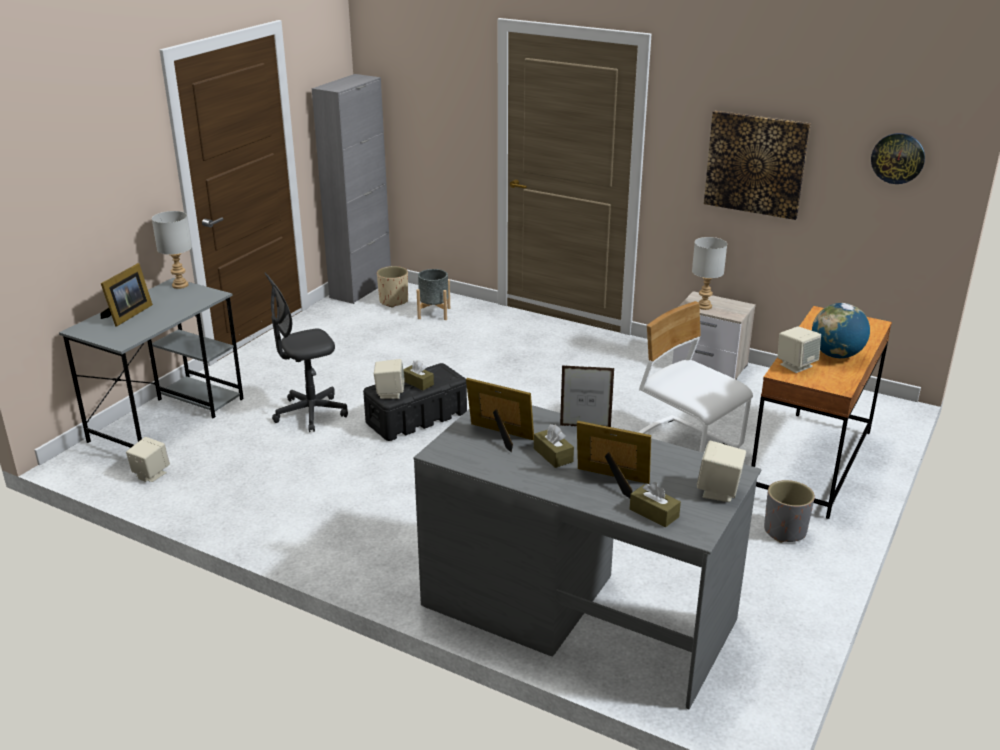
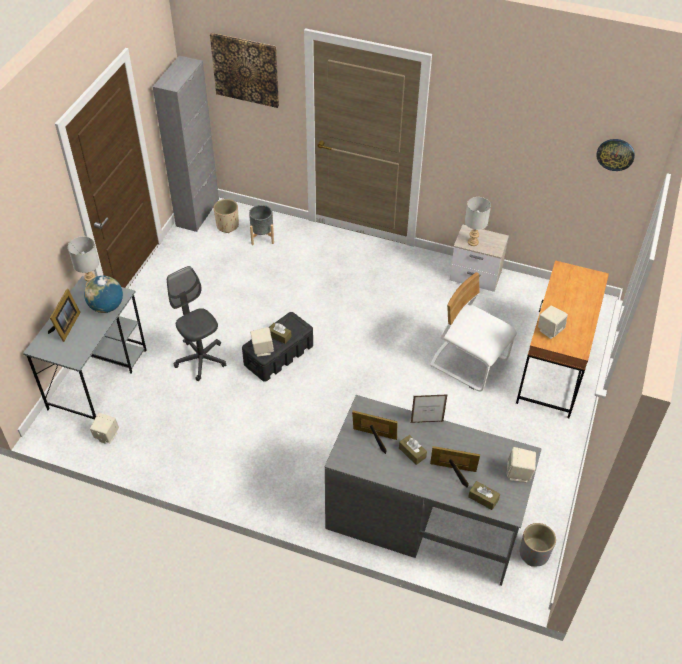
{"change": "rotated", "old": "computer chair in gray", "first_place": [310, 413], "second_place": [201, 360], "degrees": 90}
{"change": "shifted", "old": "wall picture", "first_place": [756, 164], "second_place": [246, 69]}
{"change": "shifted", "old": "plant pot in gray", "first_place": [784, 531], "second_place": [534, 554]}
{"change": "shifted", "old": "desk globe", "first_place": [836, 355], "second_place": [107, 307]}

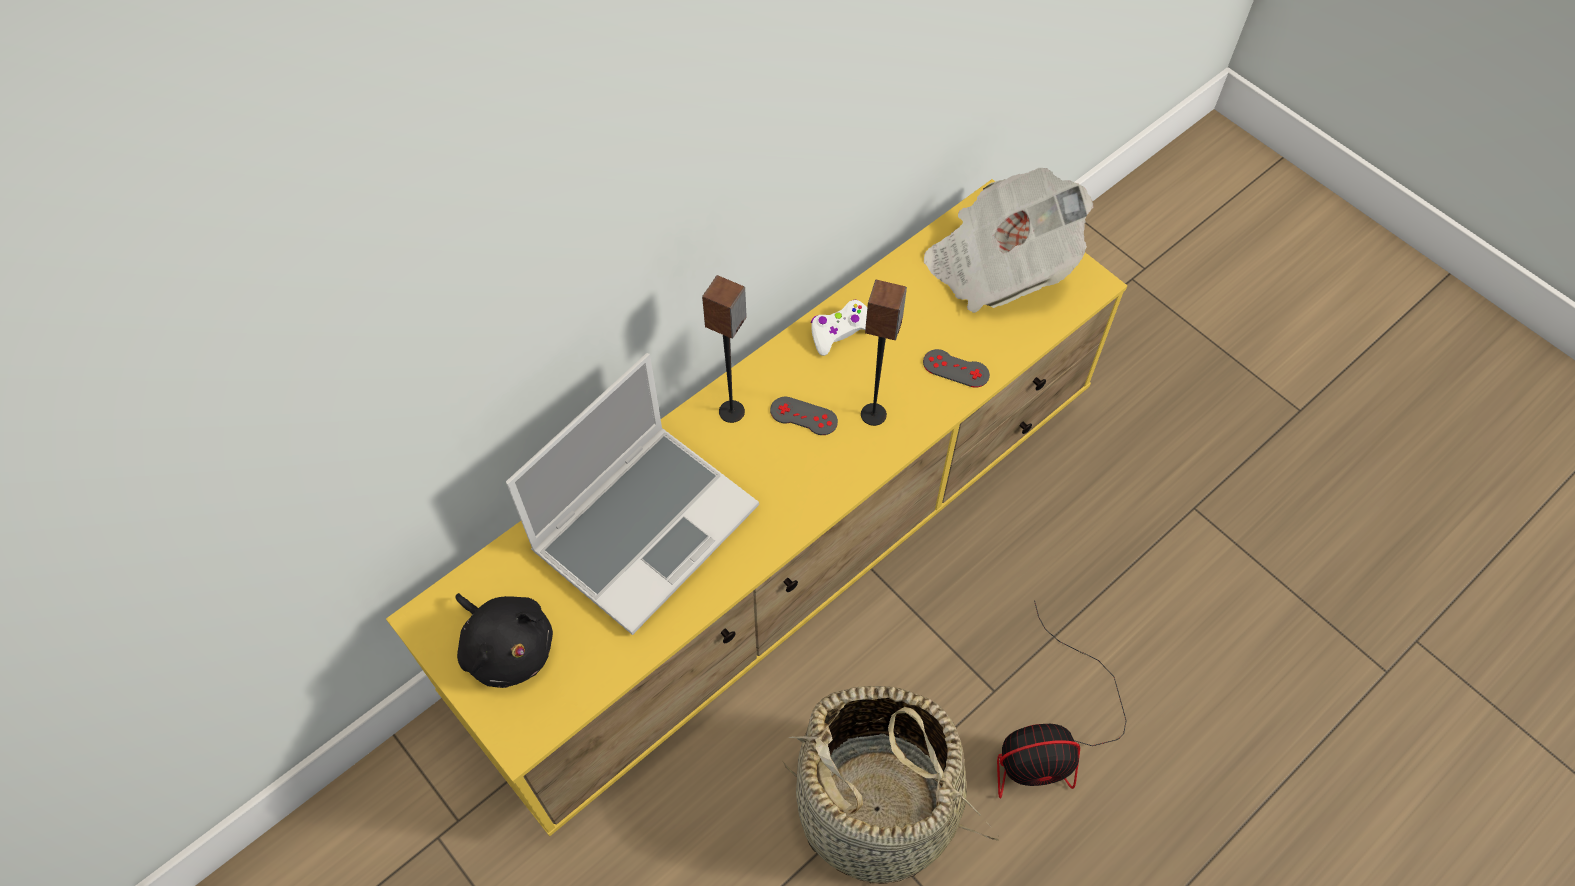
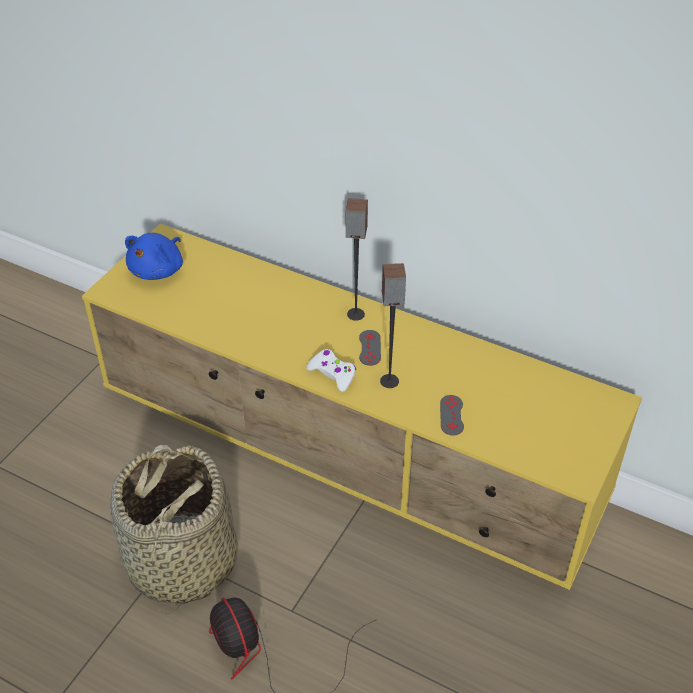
{"change": "repainted", "old": "cuddly toy in black-coloured", "new": "cuddly toy in bluish", "first_place": [507, 647], "second_place": [158, 270]}
{"change": "gone", "old": "notebook computer", "first_place": [645, 525]}
{"change": "shifted", "old": "joypad in white-coloured", "first_place": [841, 332], "second_place": [333, 374]}
{"change": "gone", "old": "newspaper", "first_place": [999, 265]}

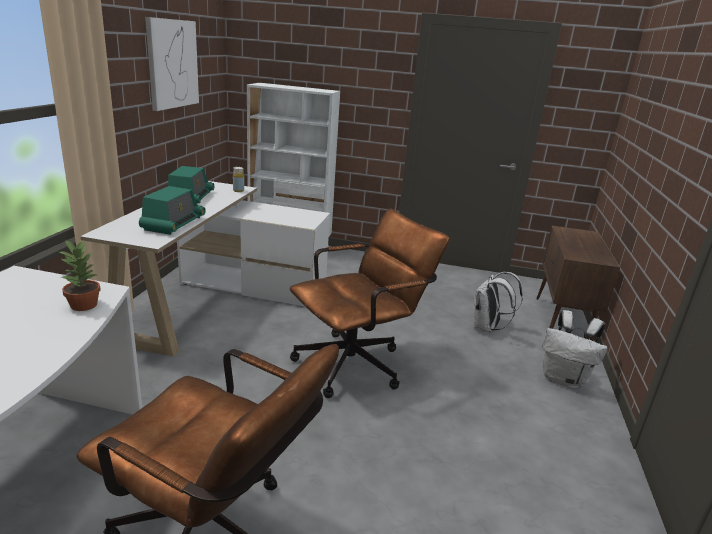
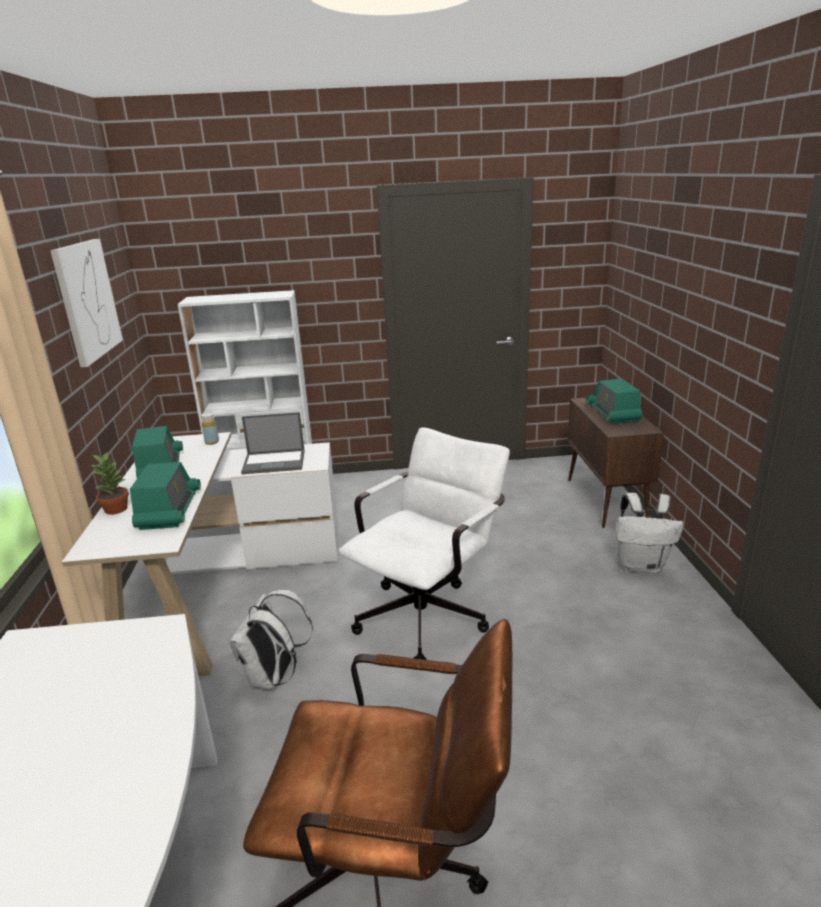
{"change": "shifted", "old": "plant in a pot", "first_place": [84, 305], "second_place": [116, 509]}
{"change": "repainted", "old": "computer chair in brown", "new": "computer chair in white-coloured", "first_place": [358, 363], "second_place": [429, 613]}
{"change": "shifted", "old": "rucksack in white-coloured", "first_place": [487, 328], "second_place": [274, 677]}
{"change": "new", "new": "notebook computer", "second_place": [275, 462]}
{"change": "new", "new": "radio receiver", "second_place": [613, 413]}

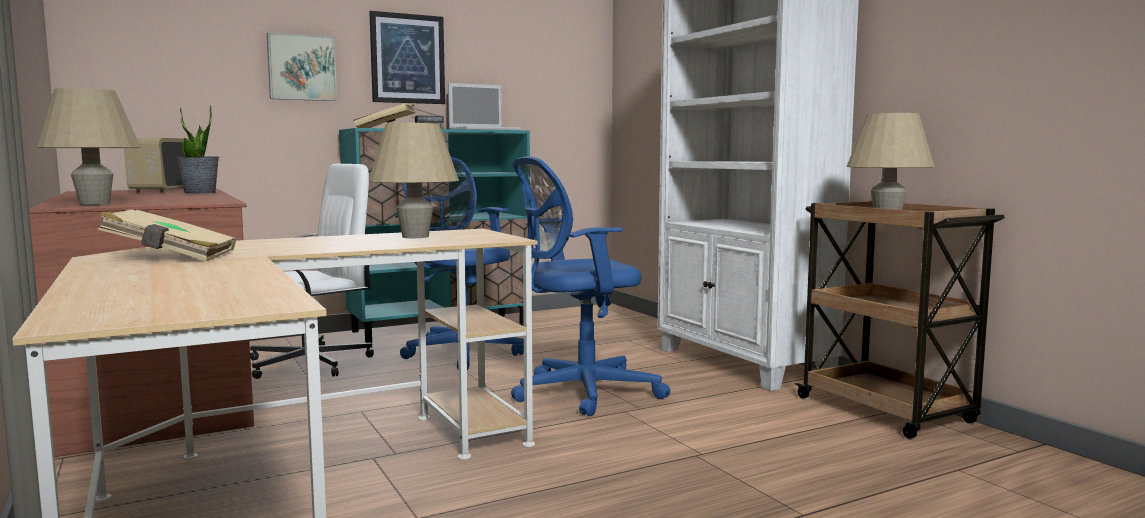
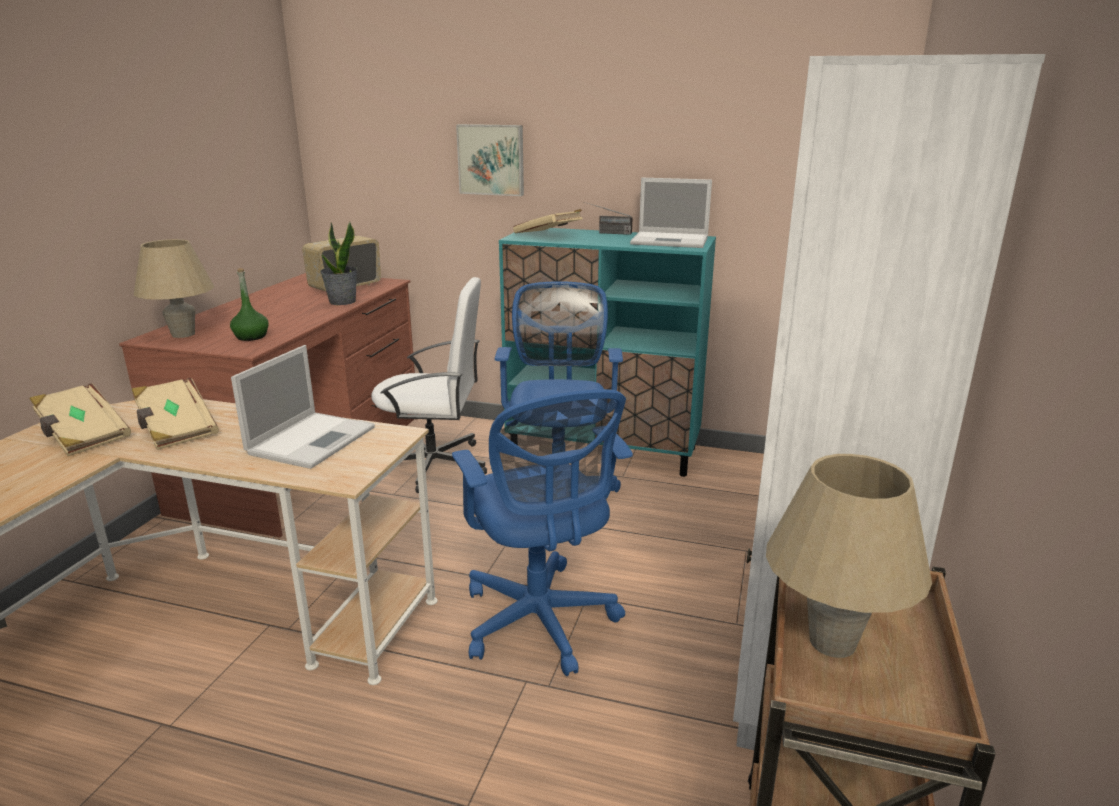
{"change": "gone", "old": "wall picture", "first_place": [407, 59]}
{"change": "swapped", "old": "tabletop lamp in sand-coloured", "new": "notebook computer", "first_place": [415, 237], "second_place": [313, 439]}
{"change": "rotated", "old": "computer chair in bluish", "first_place": [579, 393], "second_place": [541, 624], "degrees": -135}
{"change": "new", "new": "book in sand-coloured", "second_place": [176, 429]}
{"change": "new", "new": "beverage bottle in green", "second_place": [251, 337]}

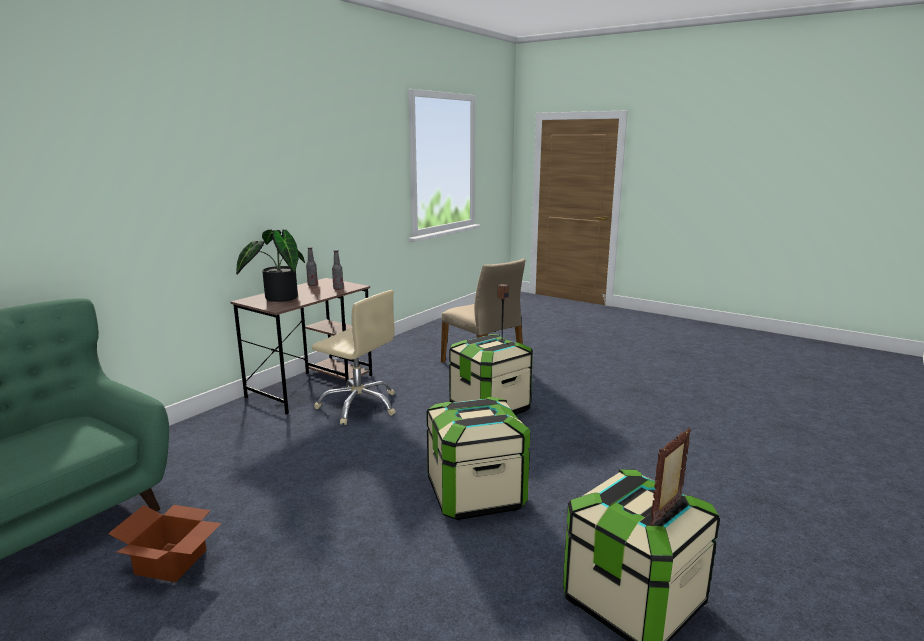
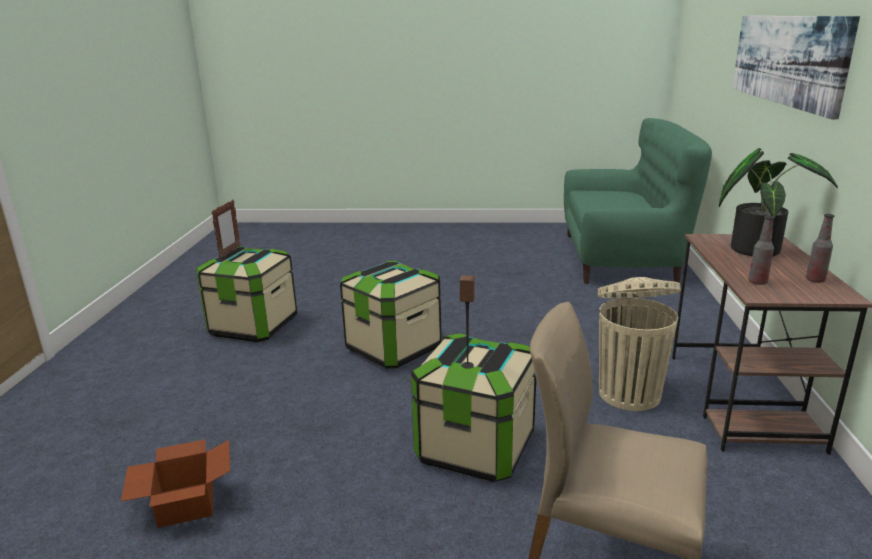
{"change": "shifted", "old": "carton", "first_place": [172, 563], "second_place": [184, 504]}
{"change": "swapped", "old": "computer chair in sand-coloured", "new": "rubbish bin in sand-coloured", "first_place": [359, 405], "second_place": [628, 393]}
{"change": "new", "new": "wall picture", "second_place": [786, 59]}

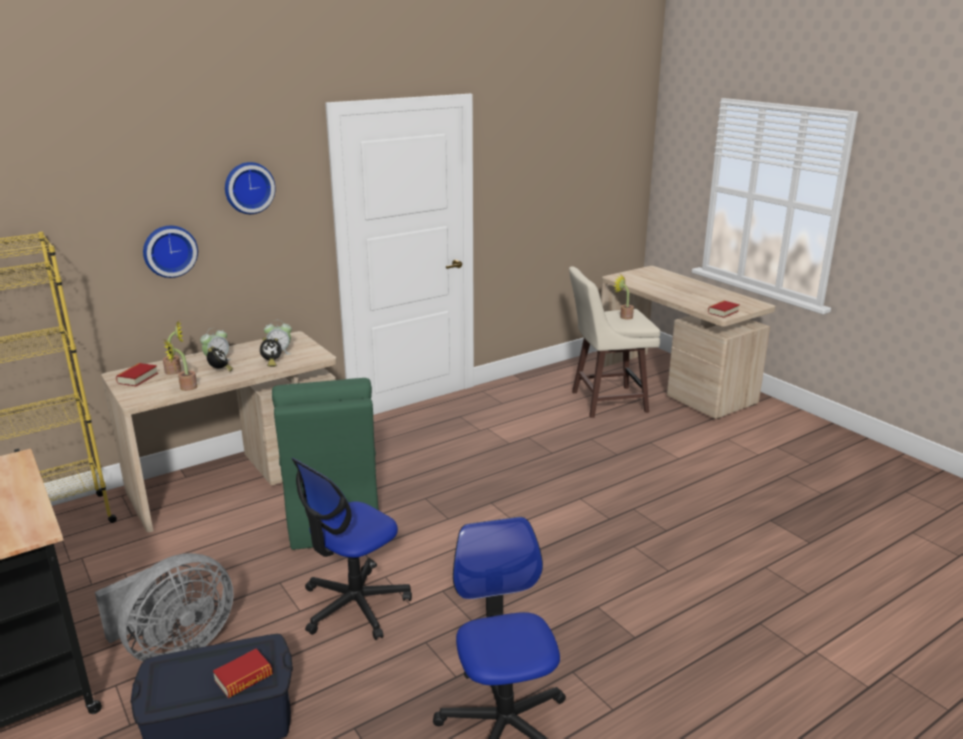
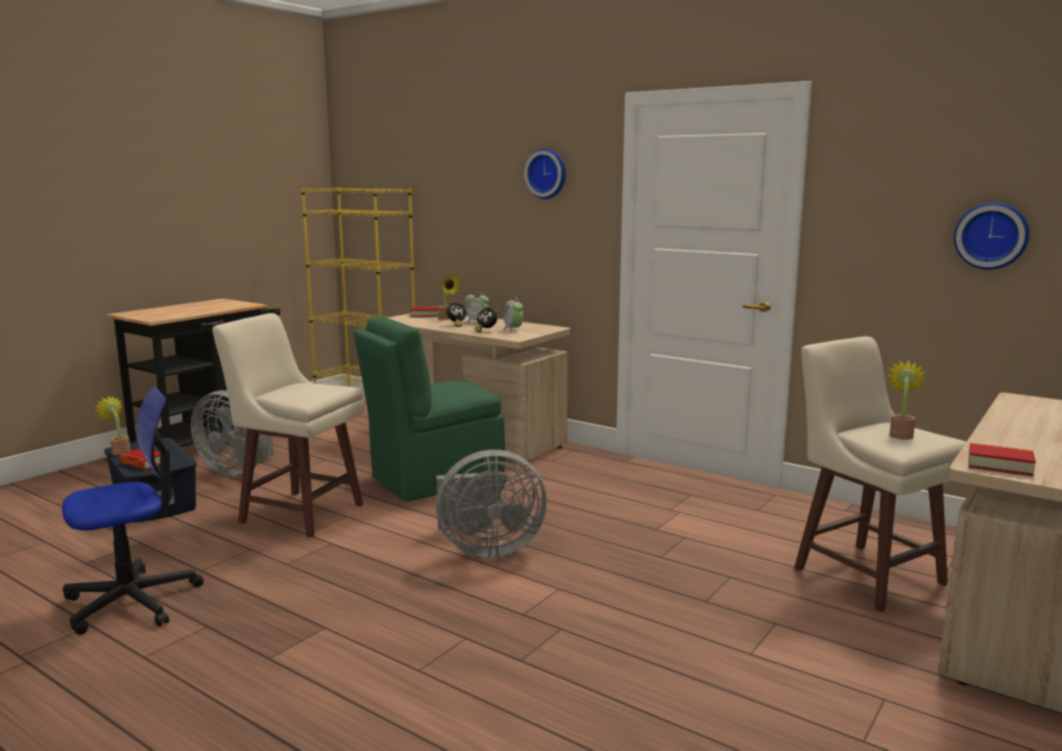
{"change": "shifted", "old": "wall clock", "first_place": [169, 250], "second_place": [991, 235]}
{"change": "shifted", "old": "plant in a pot", "first_place": [185, 388], "second_place": [119, 451]}
{"change": "swapped", "old": "computer chair", "new": "stool in sand-coloured", "first_place": [354, 605], "second_place": [299, 513]}
{"change": "new", "new": "cooling fan in gray", "second_place": [486, 549]}

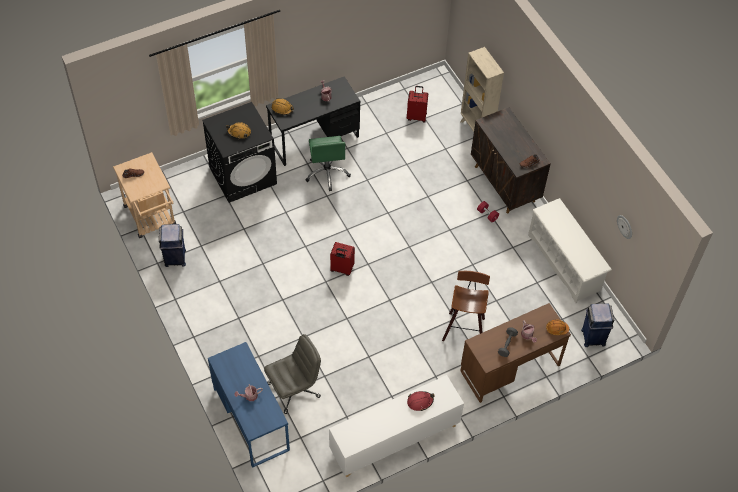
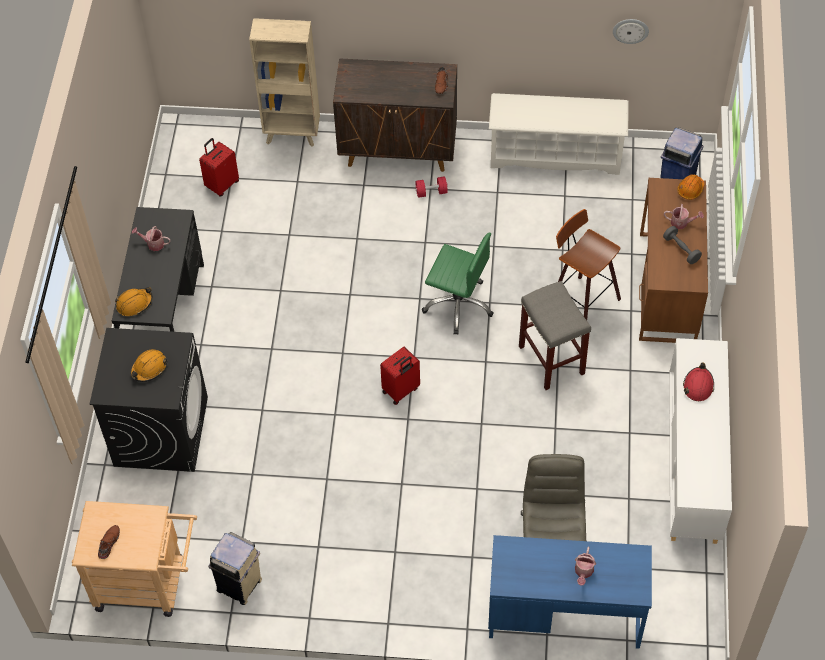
{"change": "repainted", "old": "rubbish bin in bluish", "new": "rubbish bin in sand-coloured", "first_place": [175, 258], "second_place": [240, 585]}
{"change": "shifted", "old": "computer chair in green", "first_place": [327, 173], "second_place": [458, 304]}
{"change": "new", "new": "stool in gray", "second_place": [552, 360]}

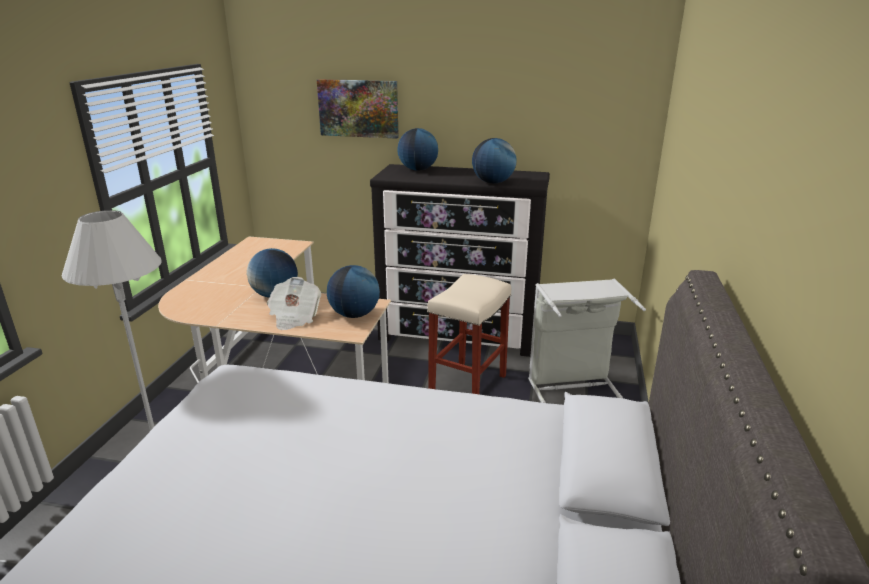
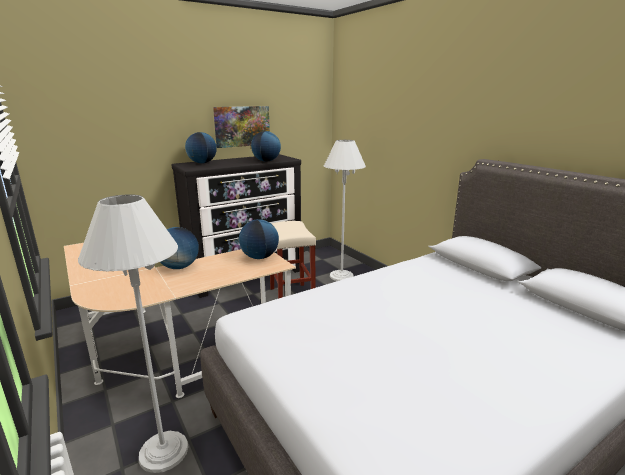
{"change": "gone", "old": "newspaper", "first_place": [294, 317]}
{"change": "shifted", "old": "wall picture", "first_place": [358, 108], "second_place": [242, 126]}
{"change": "swapped", "old": "washing basket in gray", "new": "floor lamp in white-coloured", "first_place": [573, 388], "second_place": [341, 276]}

